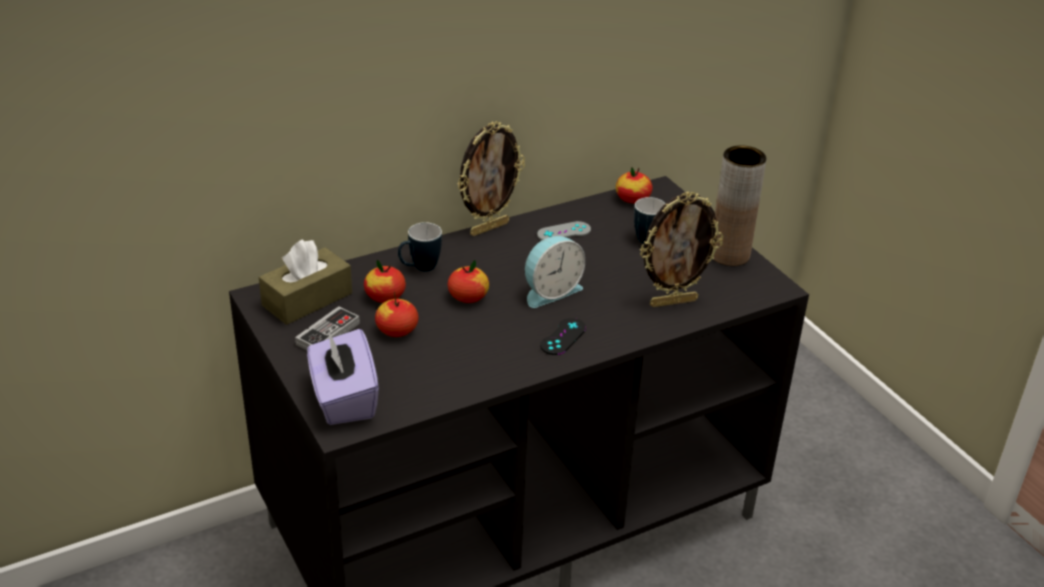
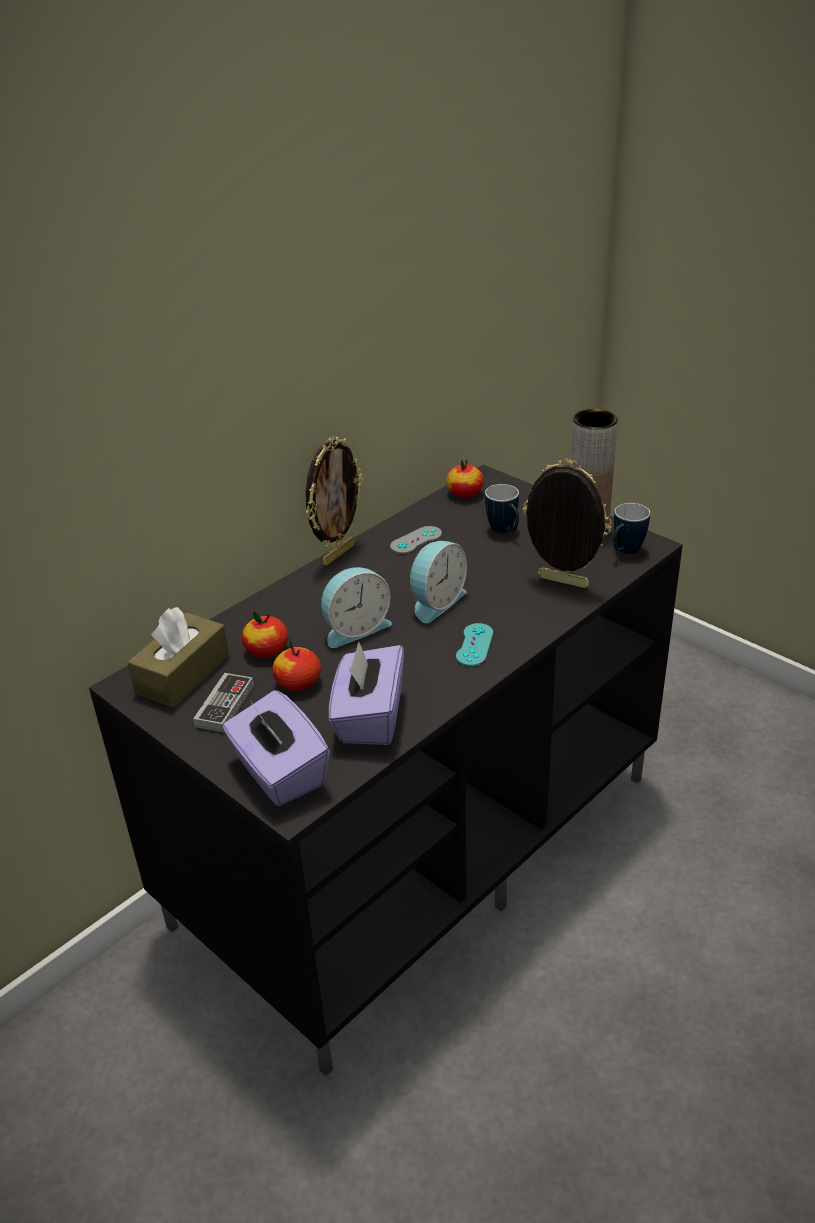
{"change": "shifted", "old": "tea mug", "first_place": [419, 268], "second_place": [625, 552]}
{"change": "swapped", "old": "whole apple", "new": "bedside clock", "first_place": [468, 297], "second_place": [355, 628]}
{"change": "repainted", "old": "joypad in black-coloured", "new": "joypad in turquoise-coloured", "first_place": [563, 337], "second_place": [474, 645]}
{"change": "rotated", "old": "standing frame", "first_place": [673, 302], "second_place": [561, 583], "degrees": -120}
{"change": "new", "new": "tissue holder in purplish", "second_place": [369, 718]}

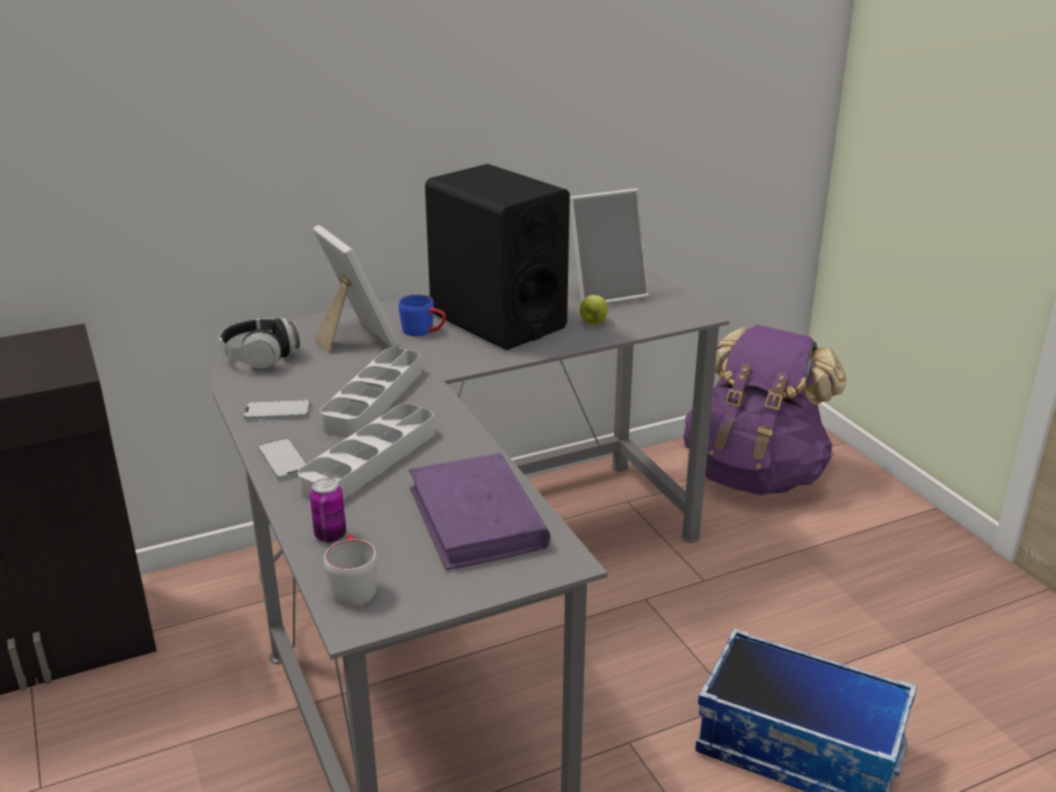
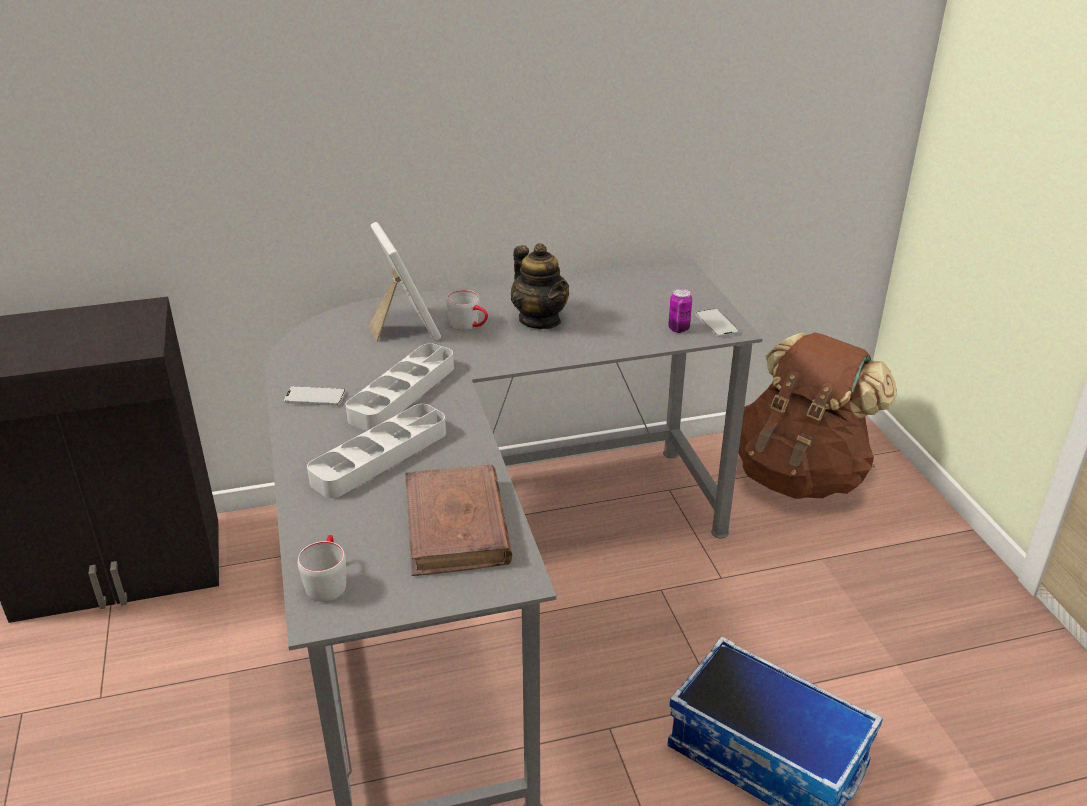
{"change": "gone", "old": "headphones", "first_place": [260, 357]}
{"change": "shifted", "old": "phone", "first_place": [283, 460], "second_place": [716, 324]}
{"change": "shifted", "old": "sealed can", "first_place": [330, 535], "second_place": [678, 329]}
{"change": "repainted", "old": "tea mug in bluish", "new": "tea mug in gray", "first_place": [424, 331], "second_place": [469, 325]}
{"change": "repainted", "old": "book in purplish", "new": "book in brown", "first_place": [477, 518], "second_place": [456, 526]}
{"change": "swapped", "old": "audio speaker in black-coloured", "new": "tea pot", "first_place": [497, 321], "second_place": [540, 320]}
{"change": "gone", "old": "standing frame", "first_place": [606, 293]}
{"change": "gone", "old": "whole apple", "first_place": [593, 322]}
{"change": "repainted", "old": "rucksack in purplish", "new": "rucksack in brown", "first_place": [755, 474], "second_place": [799, 475]}

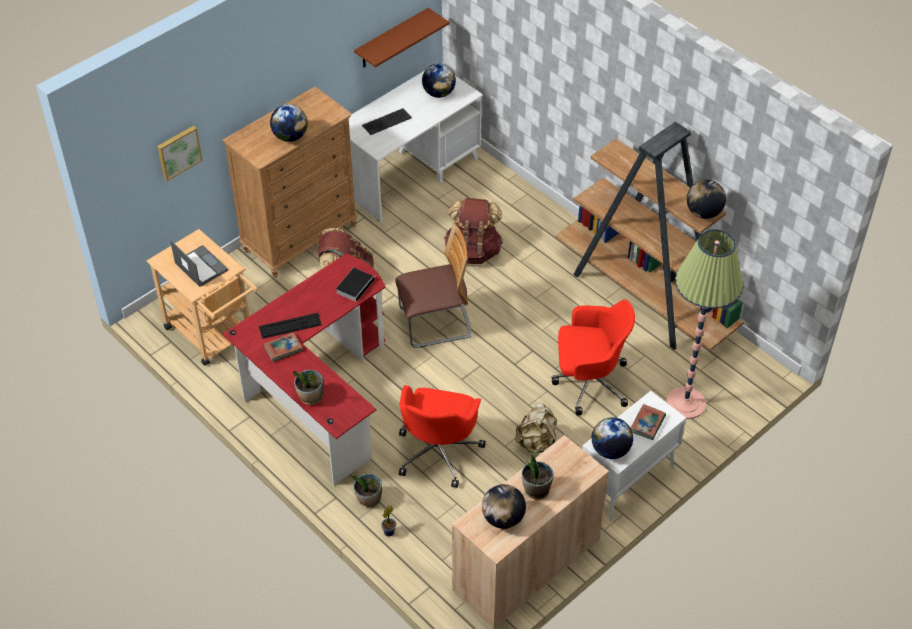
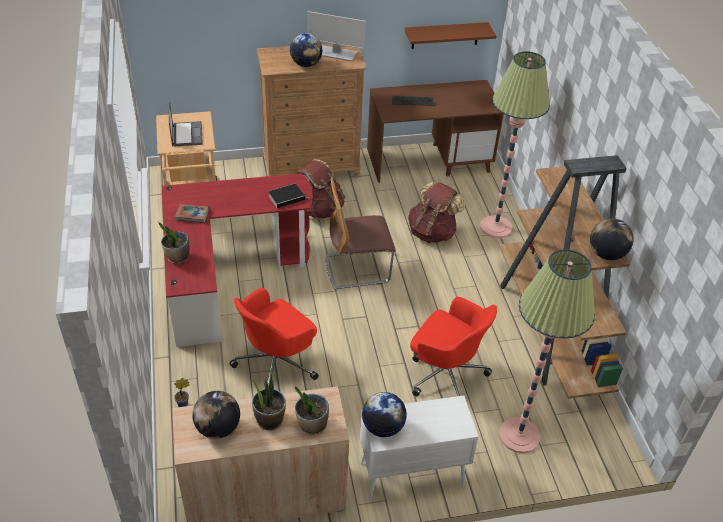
{"change": "gone", "old": "wall picture", "first_place": [178, 152]}
{"change": "gone", "old": "computer keyboard", "first_place": [290, 326]}
{"change": "repainted", "old": "desk table in white-coloured", "new": "desk table in brown", "first_place": [410, 172], "second_place": [429, 160]}
{"change": "shifted", "old": "plant in a pot", "first_place": [369, 499], "second_place": [312, 424]}
{"change": "rotated", "old": "upright chair", "first_place": [435, 323], "second_place": [357, 269], "degrees": 150}
{"change": "gone", "old": "desk globe", "first_place": [438, 93]}
{"change": "gone", "old": "rucksack in sand-coloured", "first_place": [537, 443]}
{"change": "gone", "old": "book", "first_place": [647, 424]}
{"change": "new", "new": "computer screen", "second_place": [335, 54]}
{"change": "new", "new": "floor lamp", "second_place": [496, 227]}

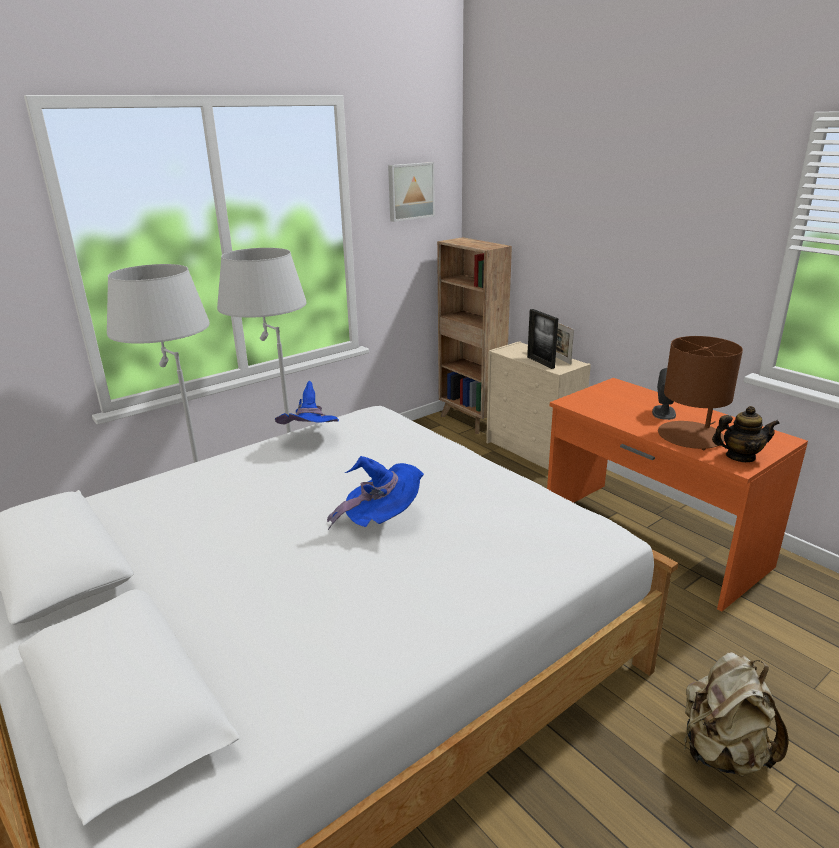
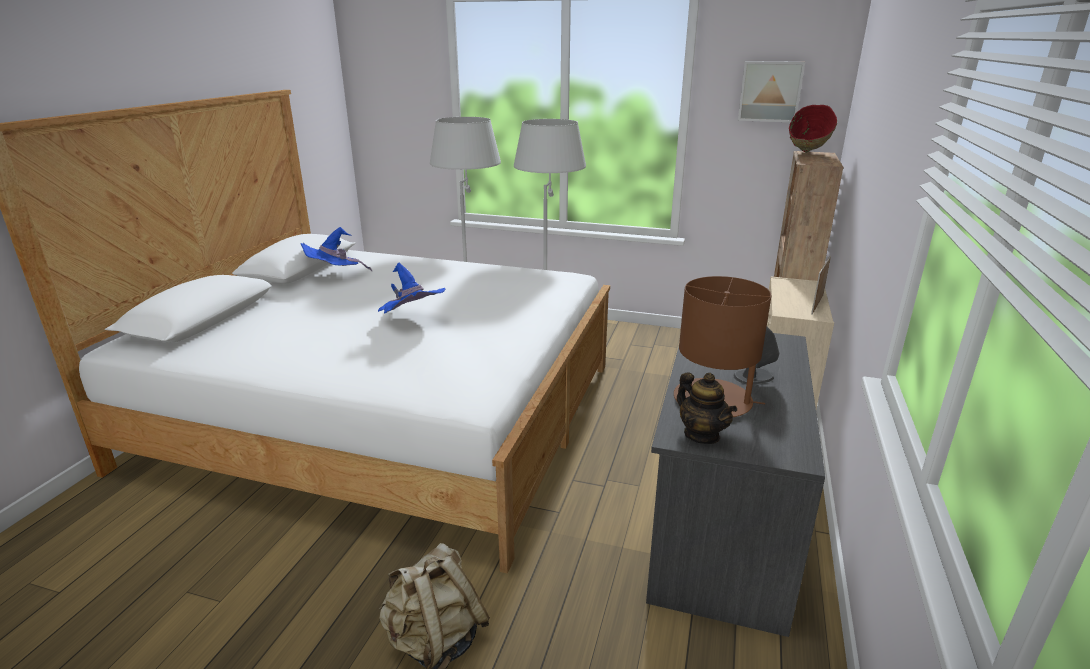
{"change": "shifted", "old": "clothing hat in bluish", "first_place": [312, 440], "second_place": [335, 276]}
{"change": "gone", "old": "standing frame", "first_place": [540, 362]}
{"change": "repainted", "old": "desk table in orange", "new": "desk table in gray", "first_place": [651, 539], "second_place": [720, 523]}
{"change": "new", "new": "deep dish in red-coloured", "second_place": [807, 154]}

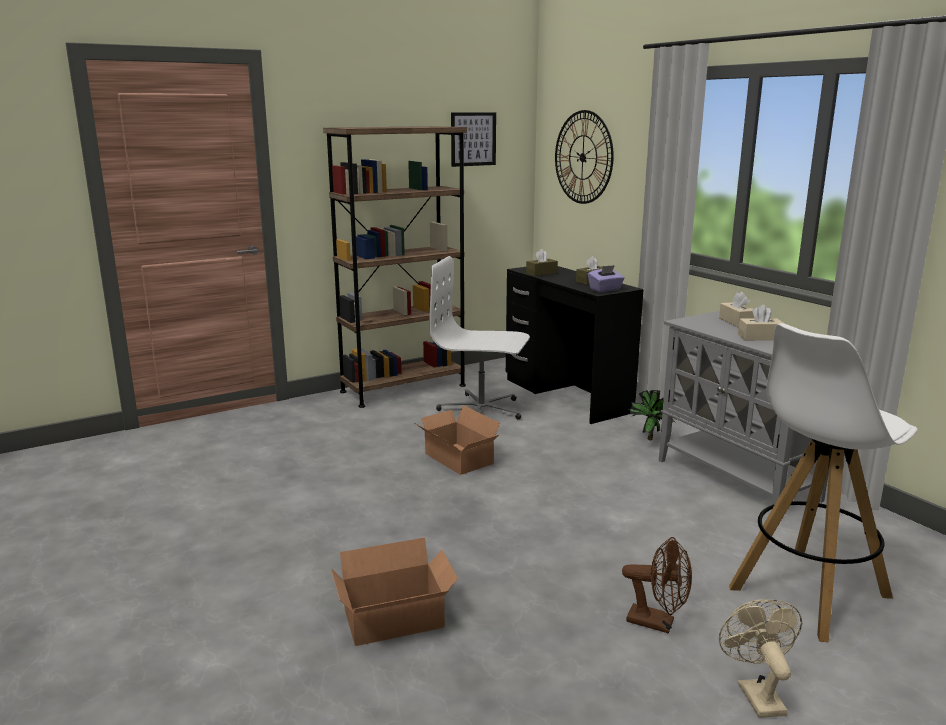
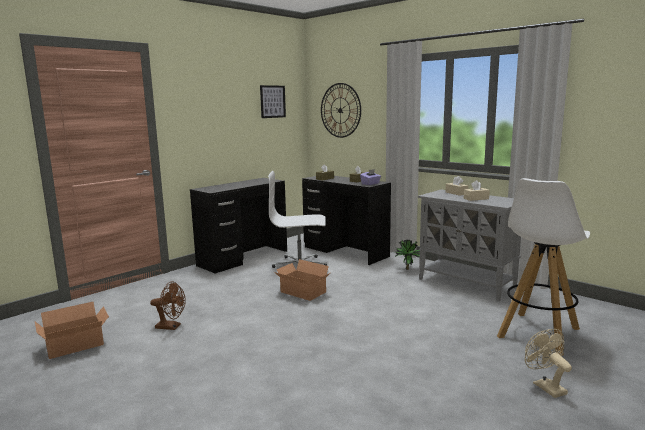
{"change": "swapped", "old": "shelving unit in brown", "new": "desk table in black-coloured", "first_place": [403, 388], "second_place": [243, 258]}
{"change": "shifted", "old": "carton", "first_place": [397, 620], "second_place": [76, 345]}
{"change": "shifted", "old": "cooling fan in brown", "first_place": [658, 623], "second_place": [171, 327]}

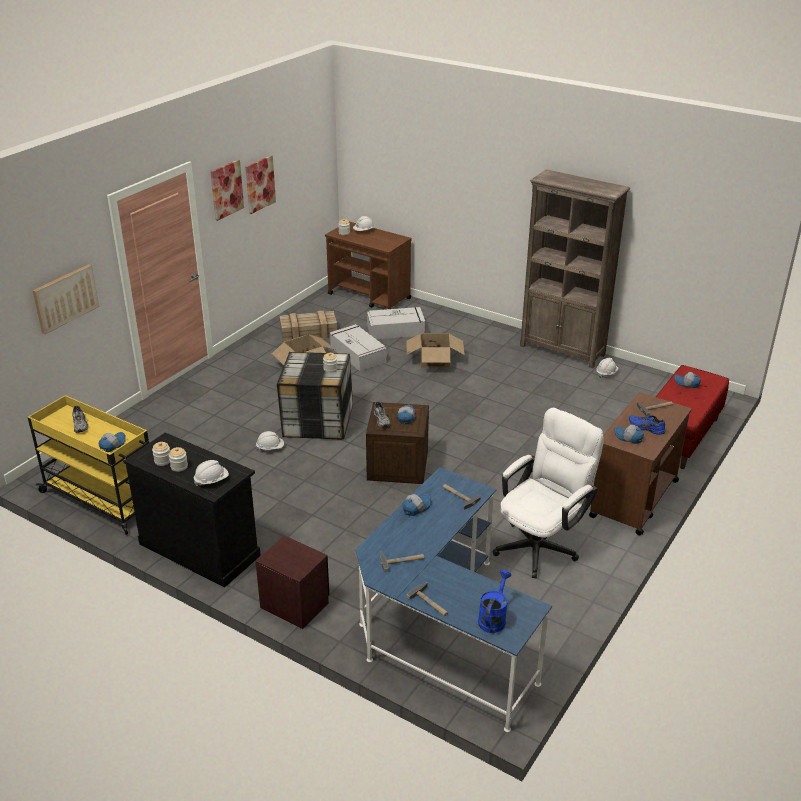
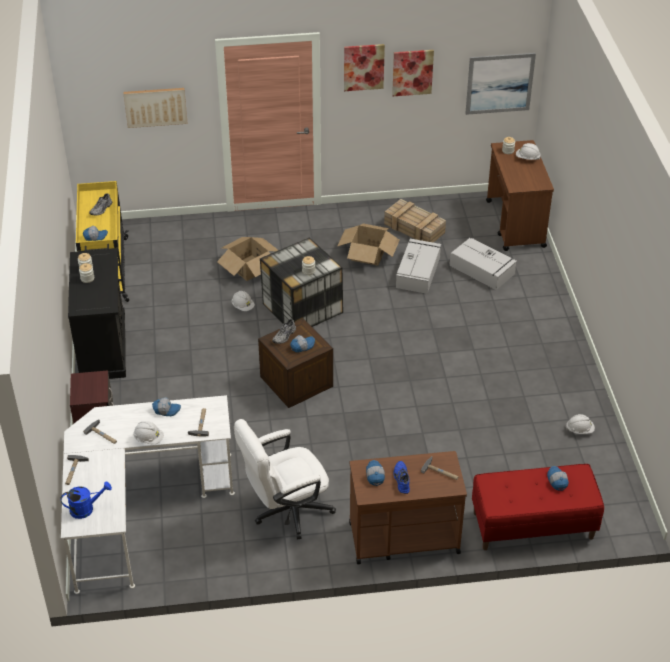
{"change": "shifted", "old": "hard hat in white-coloured", "first_place": [211, 481], "second_place": [149, 439]}
{"change": "repainted", "old": "desk table in bluish", "new": "desk table in white-coloured", "first_place": [440, 630], "second_place": [138, 507]}
{"change": "shifted", "old": "carton", "first_place": [434, 360], "second_place": [249, 267]}
{"change": "rotated", "old": "computer chair in white-coloured", "first_place": [541, 544], "second_place": [285, 511], "degrees": 150}
{"change": "gone", "old": "shelving unit in brown", "first_place": [562, 350]}
{"change": "new", "new": "wall picture", "second_place": [499, 83]}

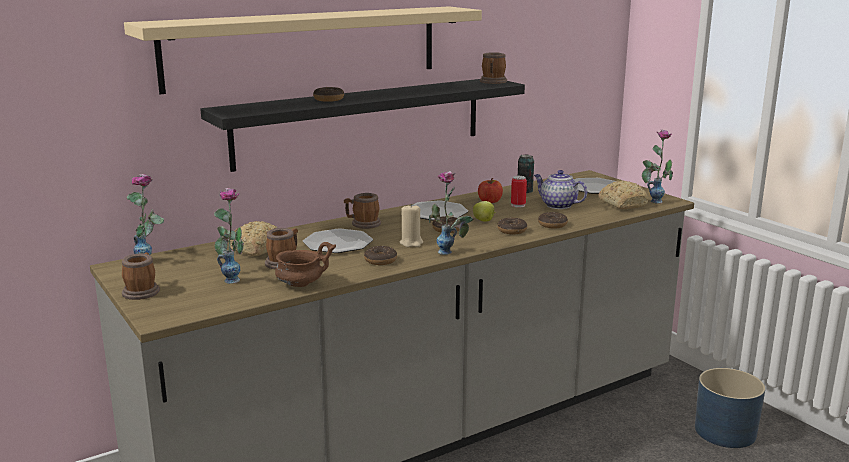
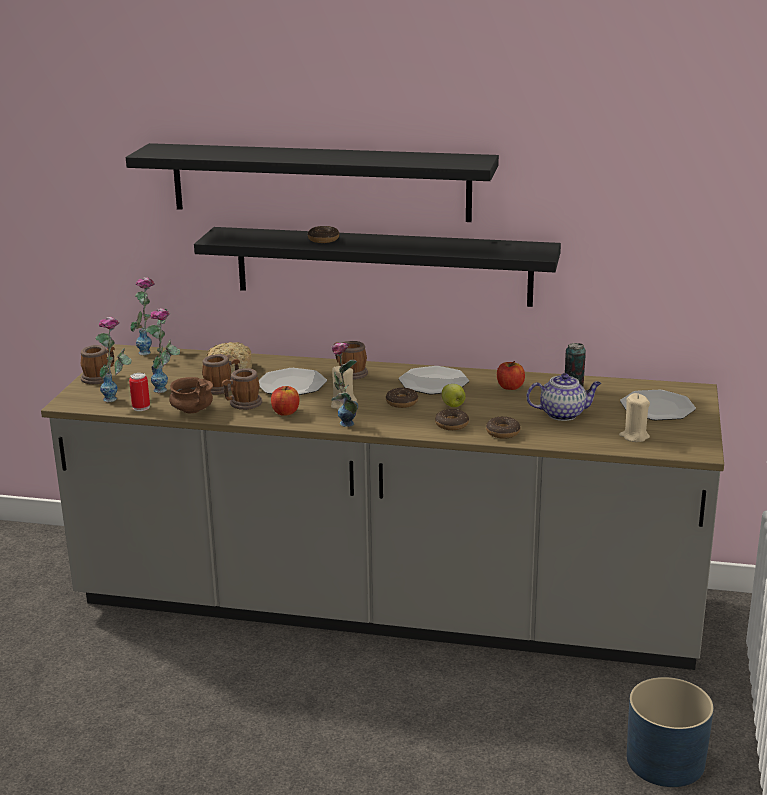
{"change": "repainted", "old": "bracket shelf in sand-coloured", "new": "bracket shelf in black-coloured", "first_place": [305, 47], "second_place": [320, 182]}
{"change": "swapped", "old": "doughnut", "new": "whole apple", "first_place": [380, 260], "second_place": [285, 412]}
{"change": "shifted", "old": "tea mug", "first_place": [493, 82], "second_place": [242, 404]}
{"change": "shifted", "old": "sealed can", "first_place": [518, 205], "second_place": [141, 407]}
{"change": "rotated", "old": "tea pot", "first_place": [557, 205], "second_place": [563, 414], "degrees": 90}
{"change": "swapped", "old": "bakery bread", "new": "wax candle in sand-coloured", "first_place": [622, 204], "second_place": [634, 436]}
{"change": "shifted", "old": "flower vase", "first_place": [654, 199], "second_place": [118, 396]}

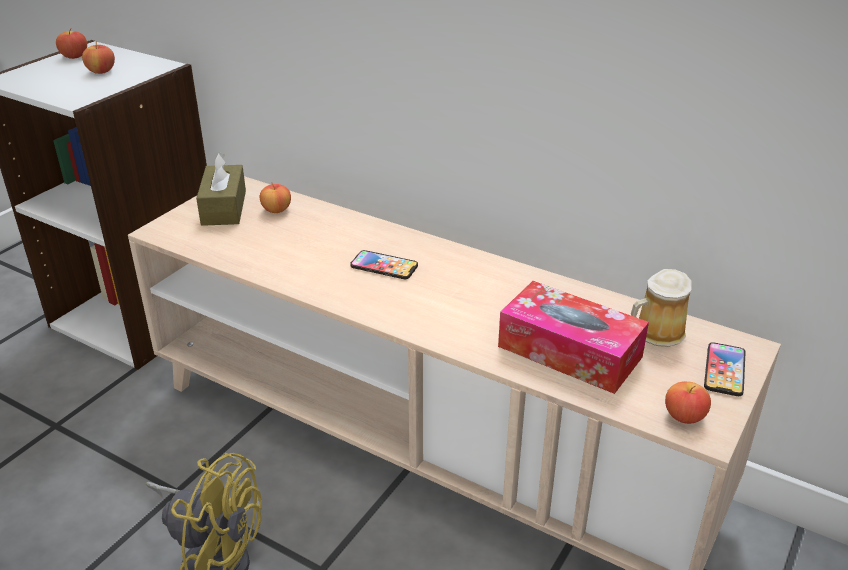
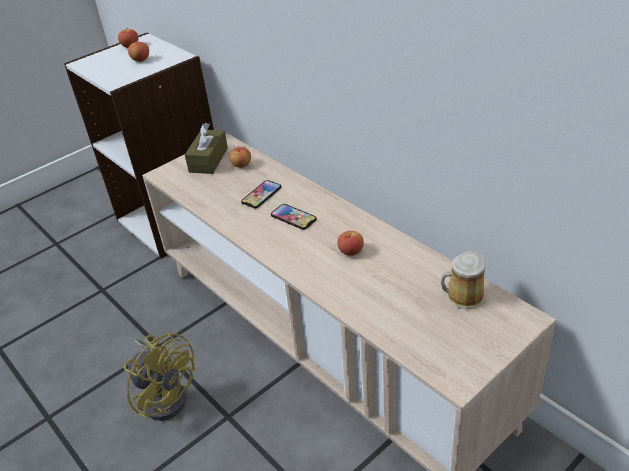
{"change": "gone", "old": "tissue holder", "first_place": [569, 352]}
{"change": "shifted", "old": "whole apple", "first_place": [684, 416], "second_place": [351, 251]}
{"change": "shifted", "old": "phone", "first_place": [724, 370], "second_place": [261, 195]}

